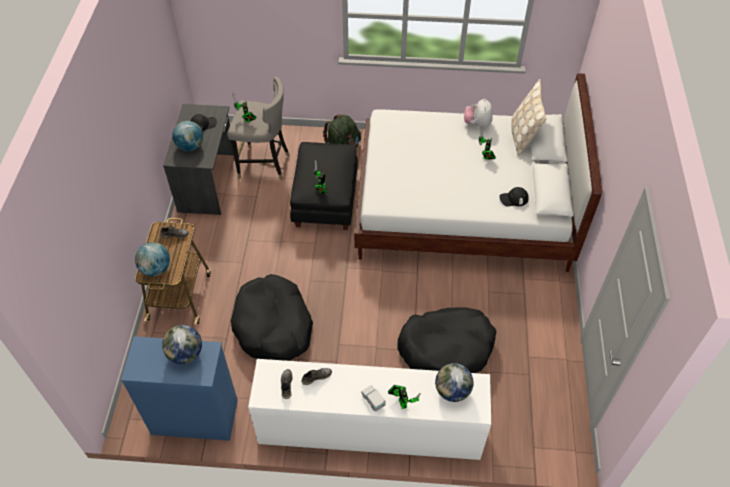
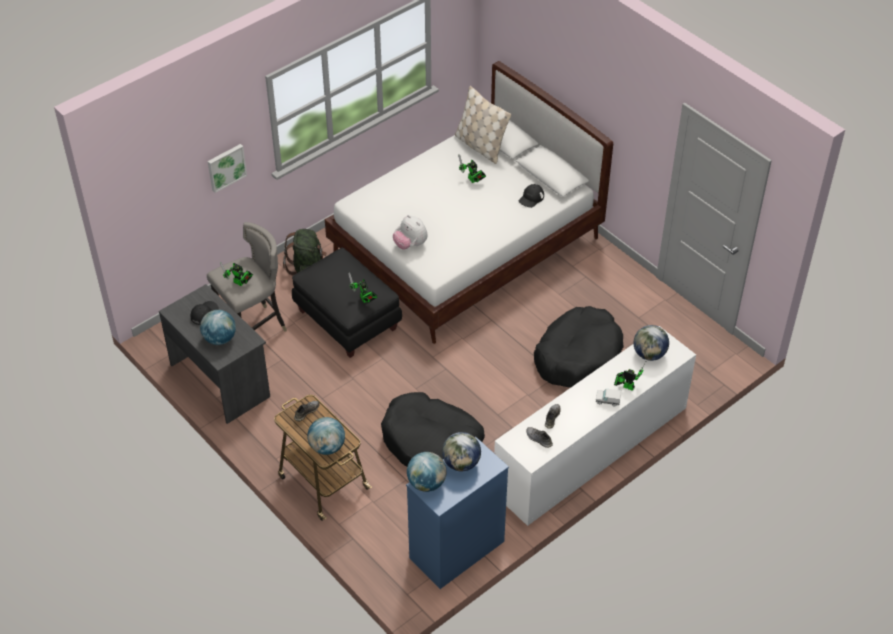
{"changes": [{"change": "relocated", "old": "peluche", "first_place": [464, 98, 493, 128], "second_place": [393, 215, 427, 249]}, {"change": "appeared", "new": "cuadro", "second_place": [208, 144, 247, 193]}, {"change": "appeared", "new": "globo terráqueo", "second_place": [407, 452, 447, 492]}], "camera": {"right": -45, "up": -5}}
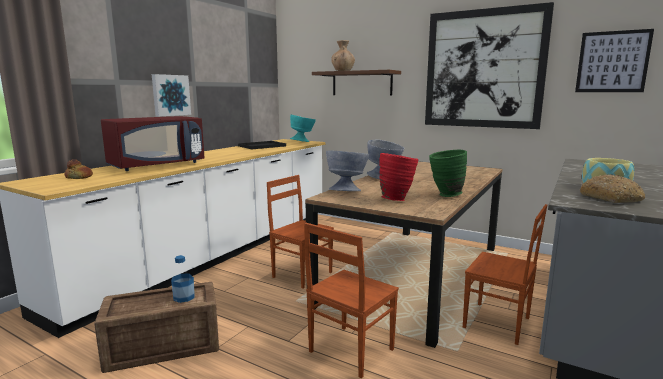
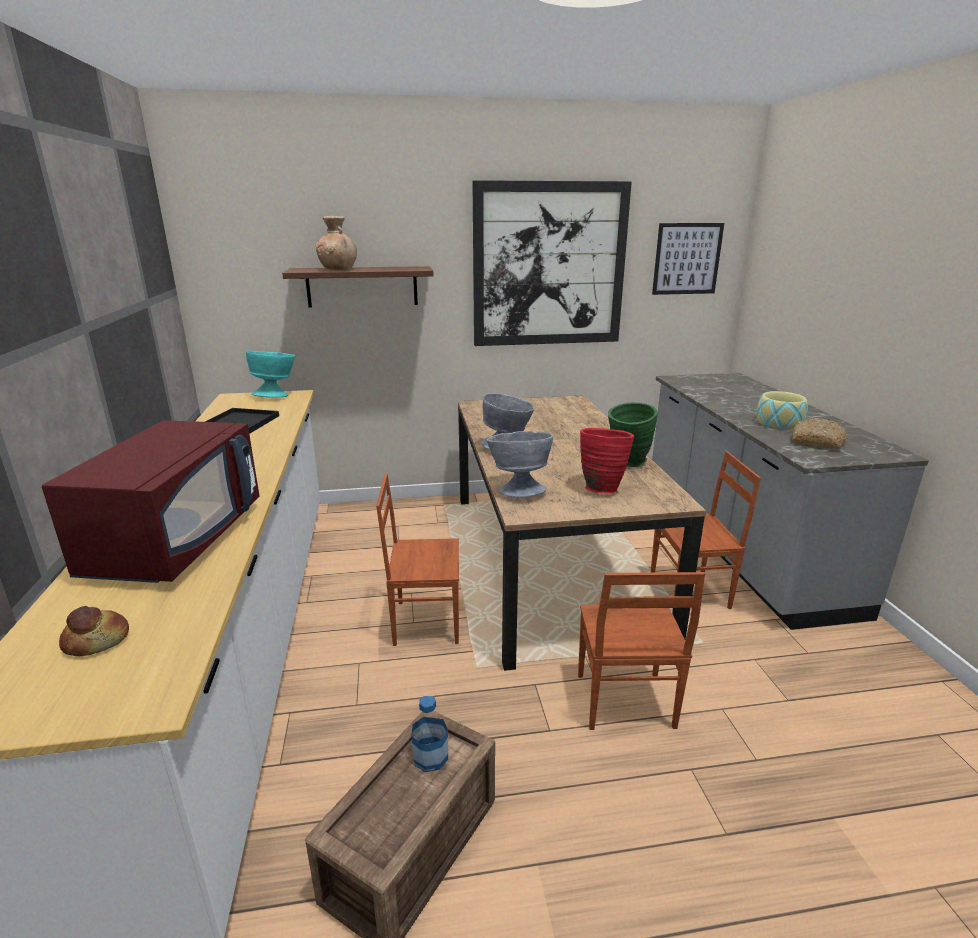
{"changes": [{"change": "missing", "old": "cuadro", "first_place": [152, 74, 191, 117]}], "camera": {"right": -40, "up": 10}}
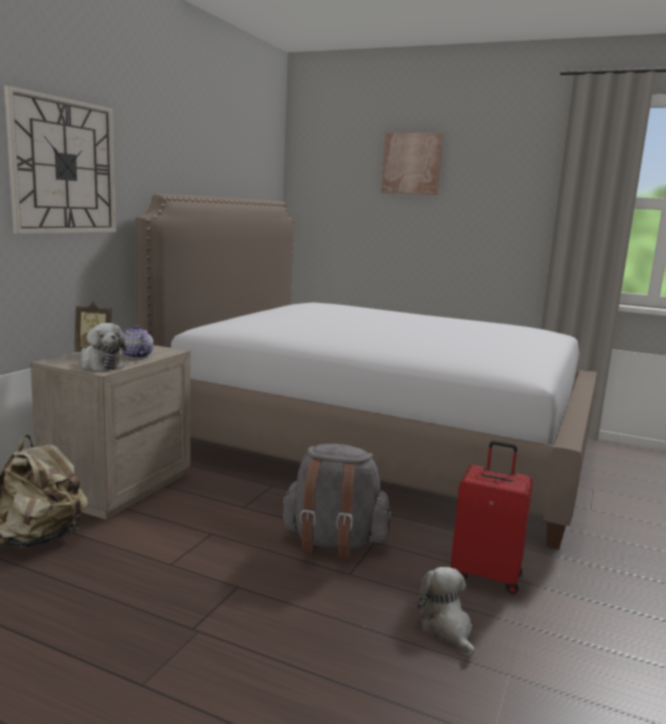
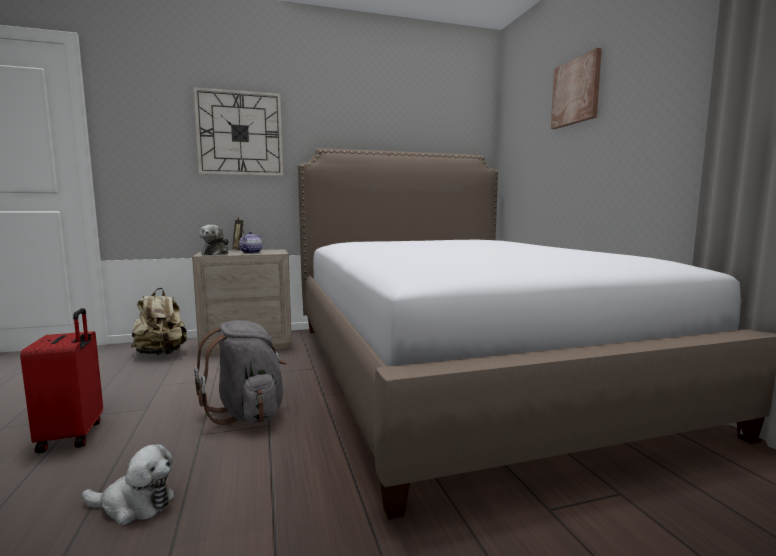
{"changes": [{"change": "relocated", "old": "maleta [rojo]", "first_place": [451, 441, 533, 594], "second_place": [20, 308, 103, 453]}, {"change": "spun", "old": "peluche", "first_place": [417, 567, 474, 657], "second_place": [82, 444, 175, 525], "degrees": 60}], "camera": {"right": 50, "up": -5}}
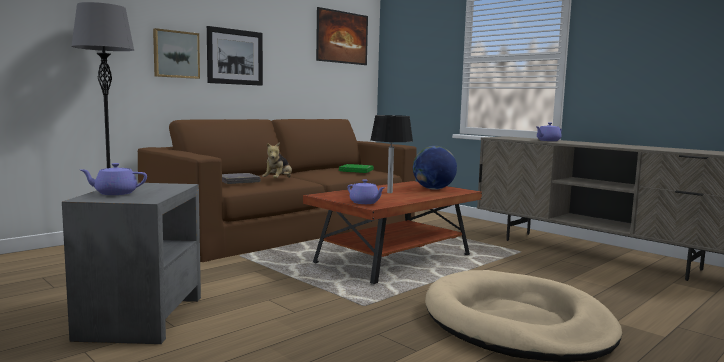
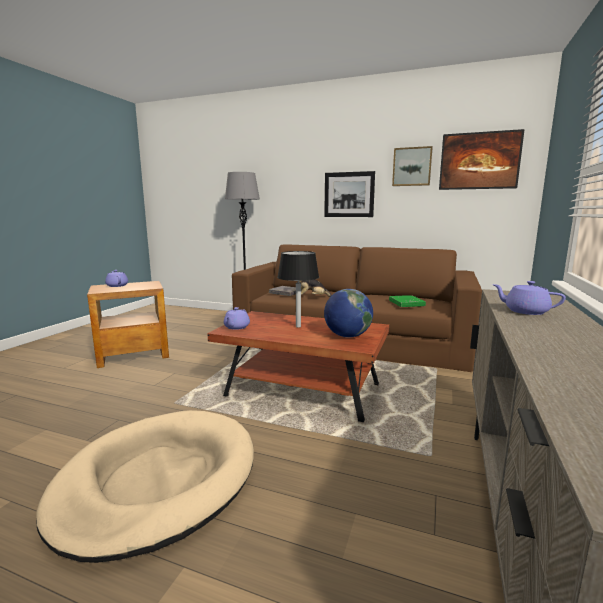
{"changes": [{"change": "relocated", "old": "cuadro", "first_place": [153, 28, 200, 79], "second_place": [392, 146, 433, 186]}, {"change": "colour", "old": "mesa auxiliar [gris]", "new": "mesa auxiliar [marrón]", "first_place": [62, 183, 201, 344], "second_place": [87, 281, 169, 368]}], "camera": {"right": 65, "up": 5}}
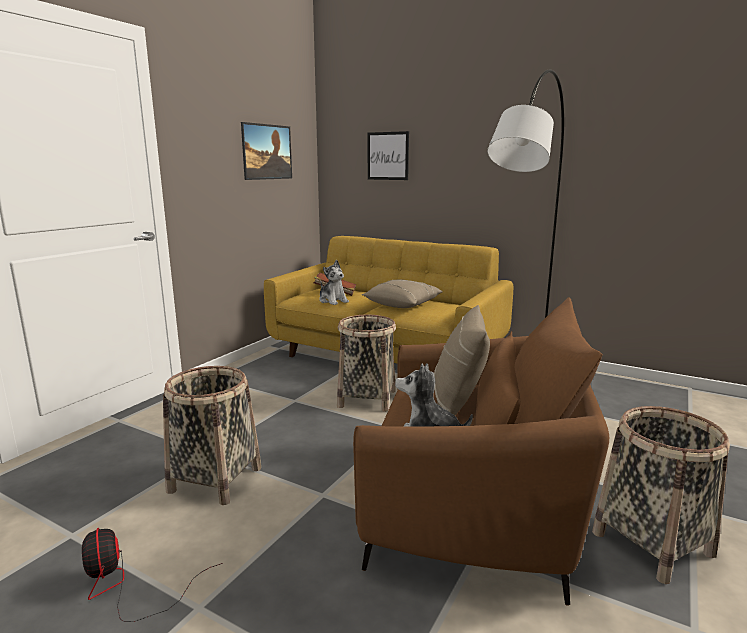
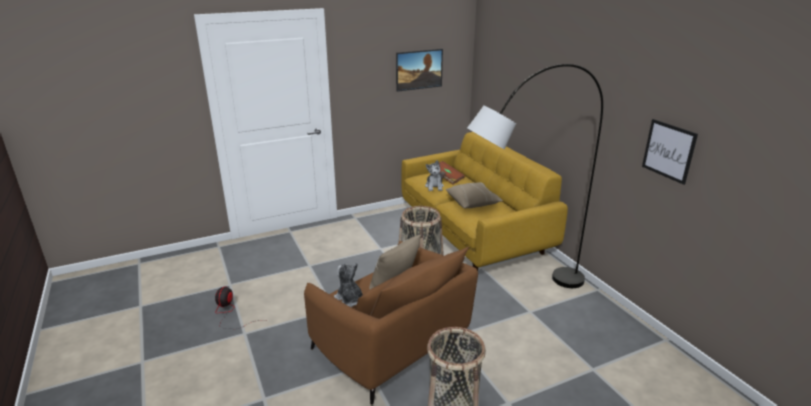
{"changes": [{"change": "relocated", "old": "cuadro", "first_place": [368, 131, 409, 180], "second_place": [642, 119, 698, 185]}, {"change": "missing", "old": "cesta", "first_place": [163, 366, 261, 505]}], "camera": {"right": 35, "up": 10}}
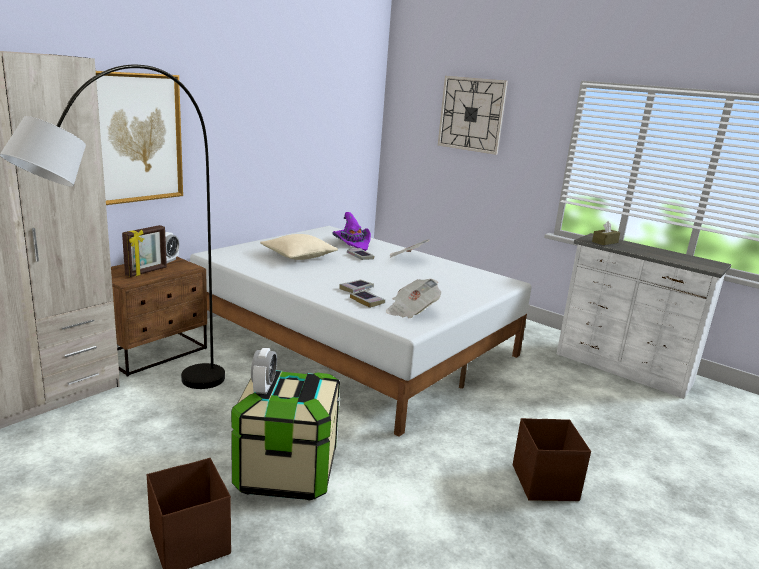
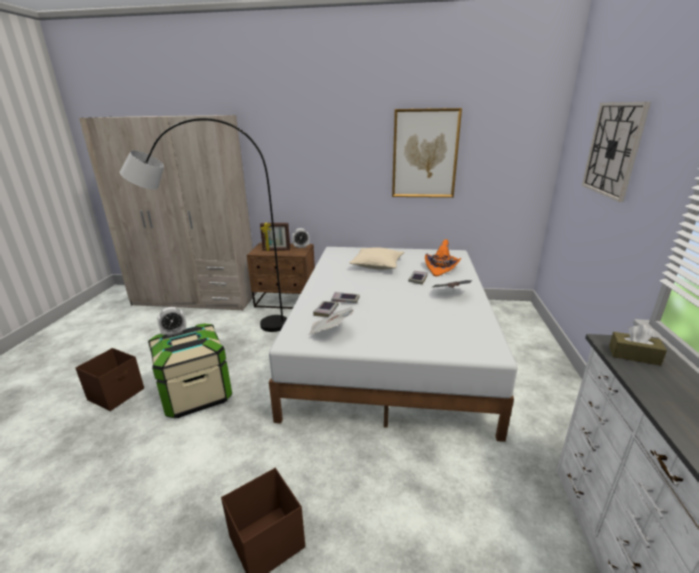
{"changes": [{"change": "relocated", "old": "cuadro", "first_place": [96, 71, 183, 205], "second_place": [392, 108, 462, 198]}, {"change": "colour", "old": "sombrero [morado]", "new": "sombrero [naranja]", "first_place": [333, 212, 371, 251], "second_place": [425, 239, 461, 276]}], "camera": {"right": 60, "up": 5}}
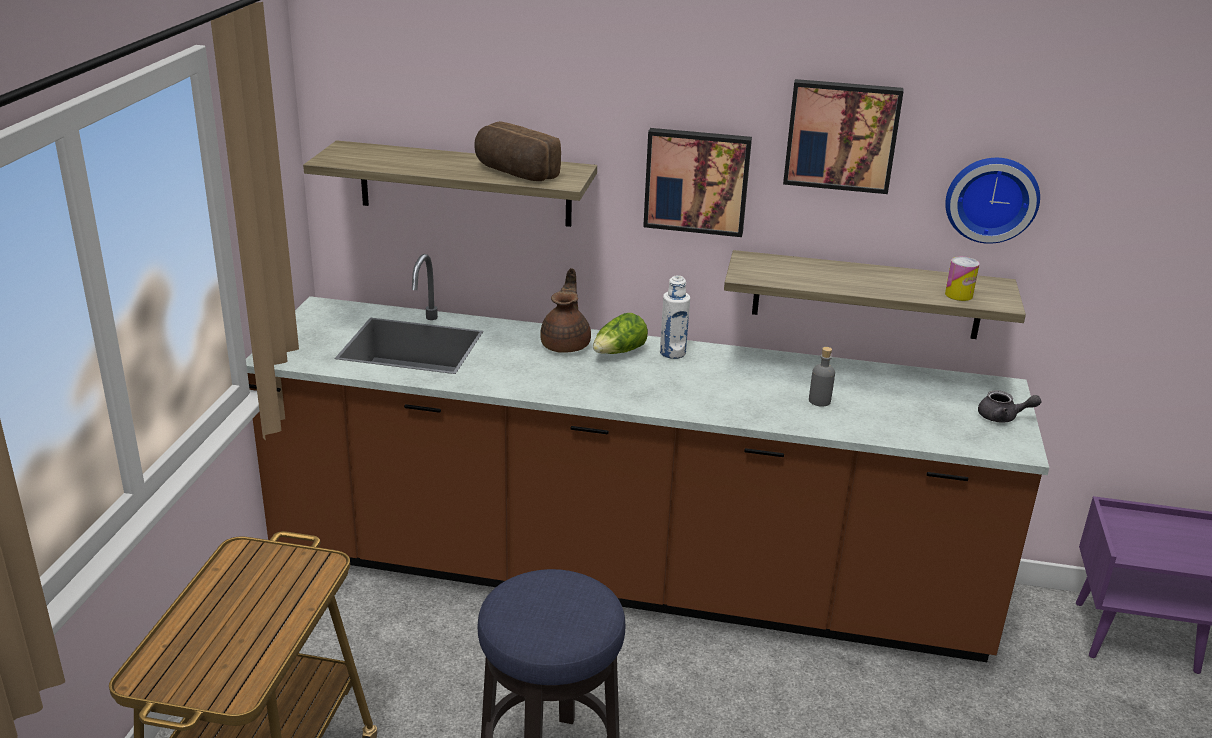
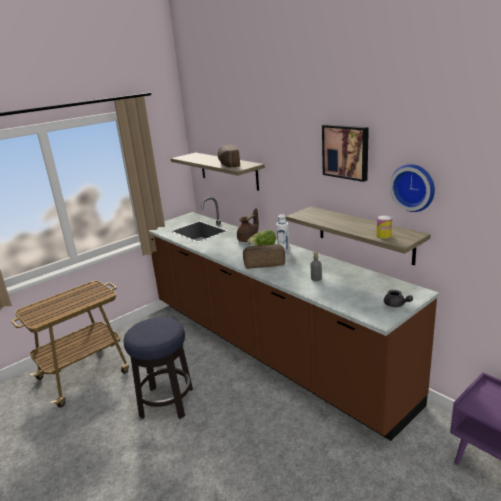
{"changes": [{"change": "missing", "old": "cuadro", "first_place": [643, 128, 752, 237]}, {"change": "appeared", "new": "pan", "second_place": [243, 244, 285, 269]}], "camera": {"right": 40, "up": -5}}
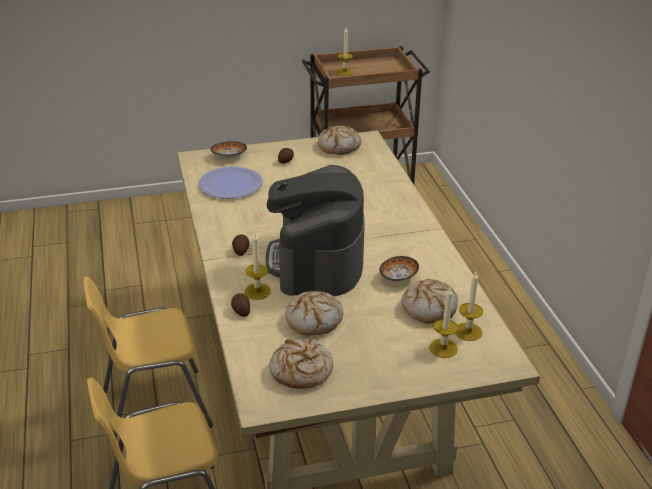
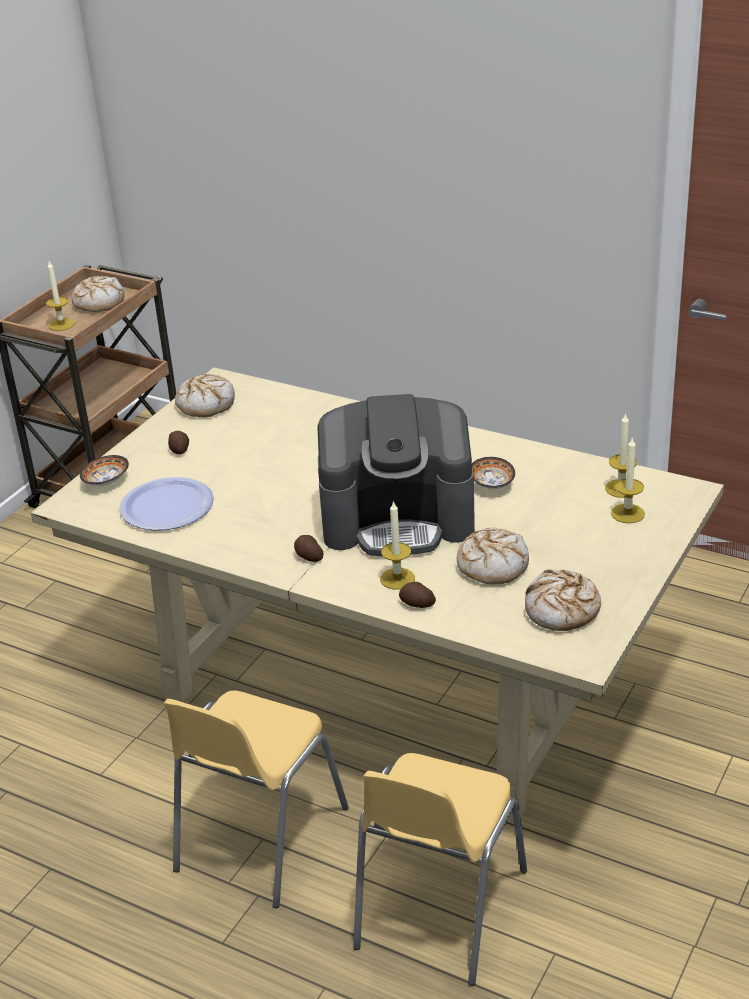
{"changes": [{"change": "spun", "old": "cafetera", "first_place": [266, 165, 365, 296], "second_place": [317, 394, 475, 556], "degrees": -45}, {"change": "relocated", "old": "pan", "first_place": [401, 279, 458, 324], "second_place": [71, 276, 124, 312]}], "camera": {"right": -45, "up": 0}}
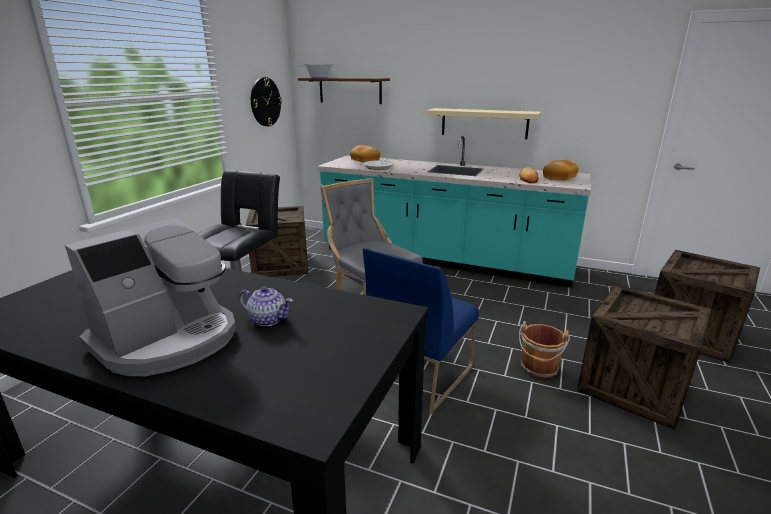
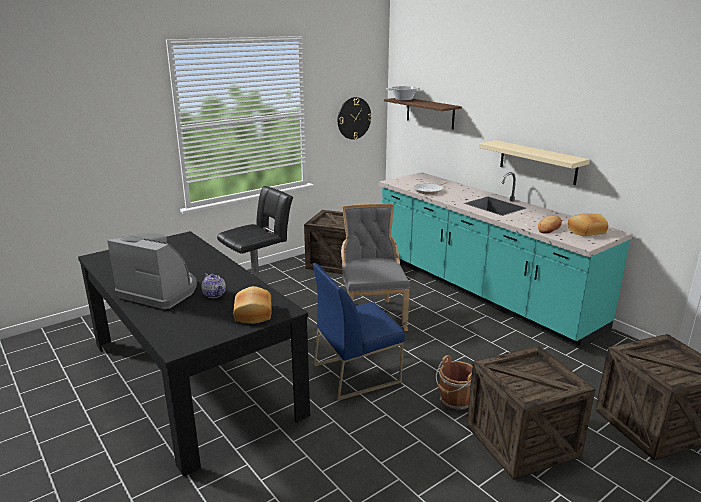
{"changes": [{"change": "relocated", "old": "pan", "first_place": [350, 145, 380, 162], "second_place": [233, 286, 271, 324]}, {"change": "spun", "old": "cafetera", "first_place": [65, 218, 236, 376], "second_place": [107, 233, 197, 309], "degrees": -135}], "camera": {"right": 30, "up": 0}}
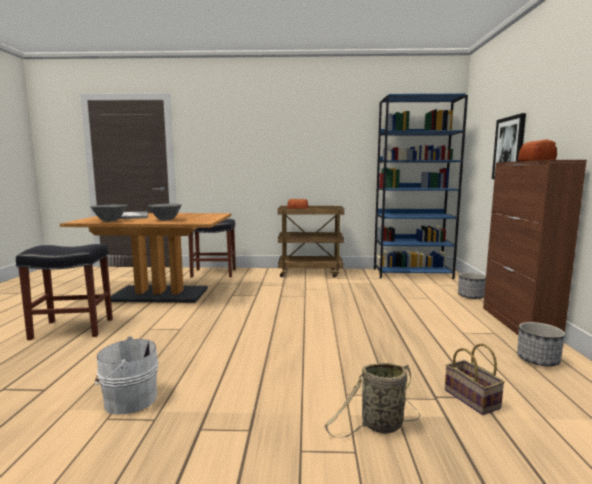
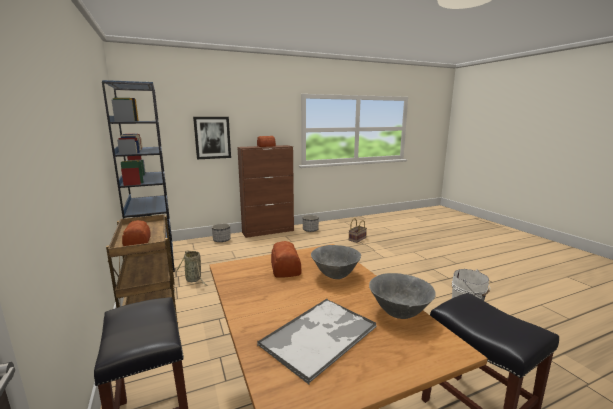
{"changes": [{"change": "relocated", "old": "cesta", "first_place": [324, 363, 420, 438], "second_place": [175, 251, 207, 285]}, {"change": "appeared", "new": "pan", "second_place": [271, 241, 301, 278]}], "camera": {"right": -115, "up": 5}}
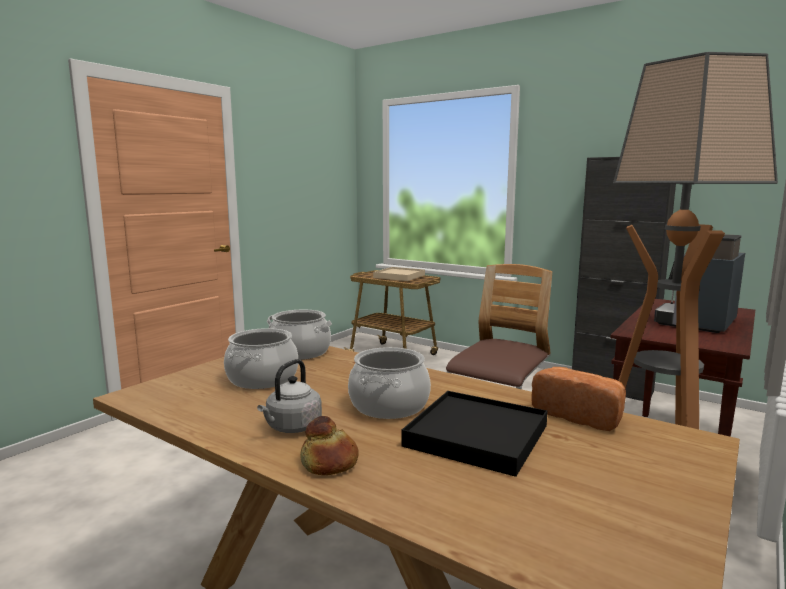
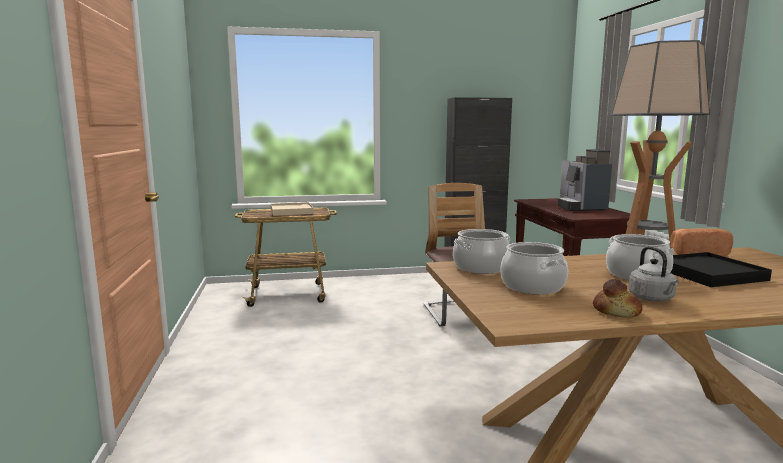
{"changes": [{"change": "relocated", "old": "pan", "first_place": [300, 416, 359, 475], "second_place": [593, 279, 643, 318]}], "camera": {"right": -45, "up": 0}}
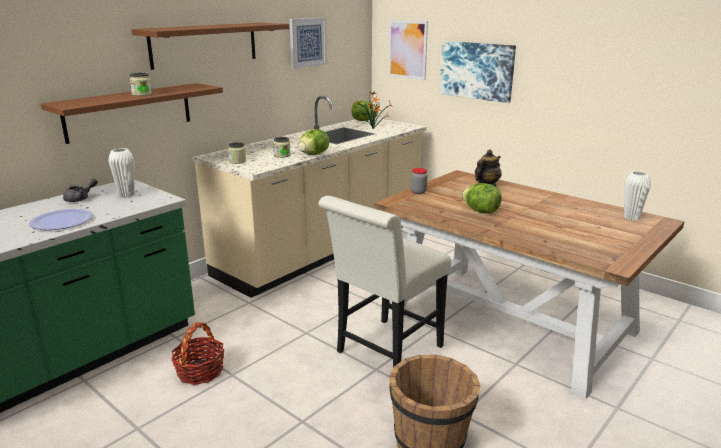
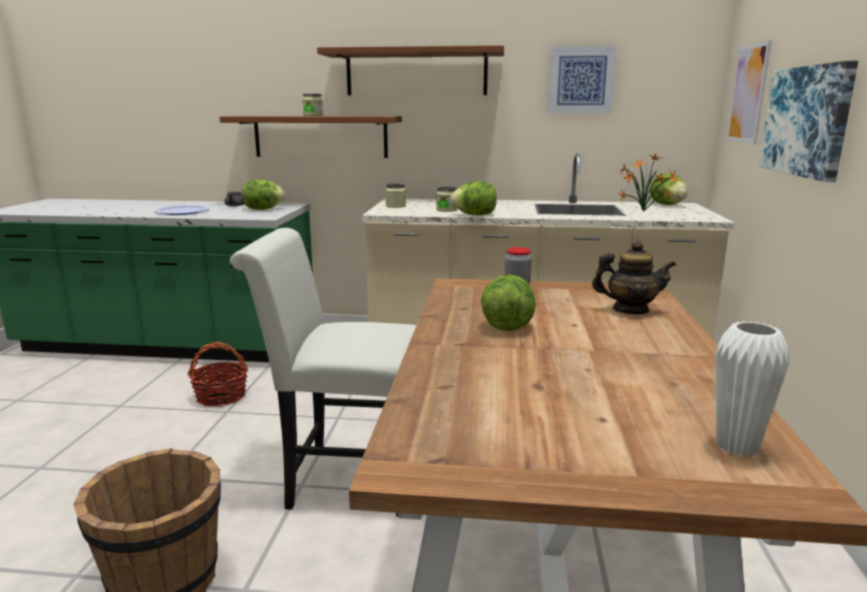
{"changes": [{"change": "exchanged", "old": "florero [blanco]", "new": "lechuga", "first_place": [108, 148, 134, 198], "second_place": [242, 179, 285, 210]}], "camera": {"right": 55, "up": -5}}
